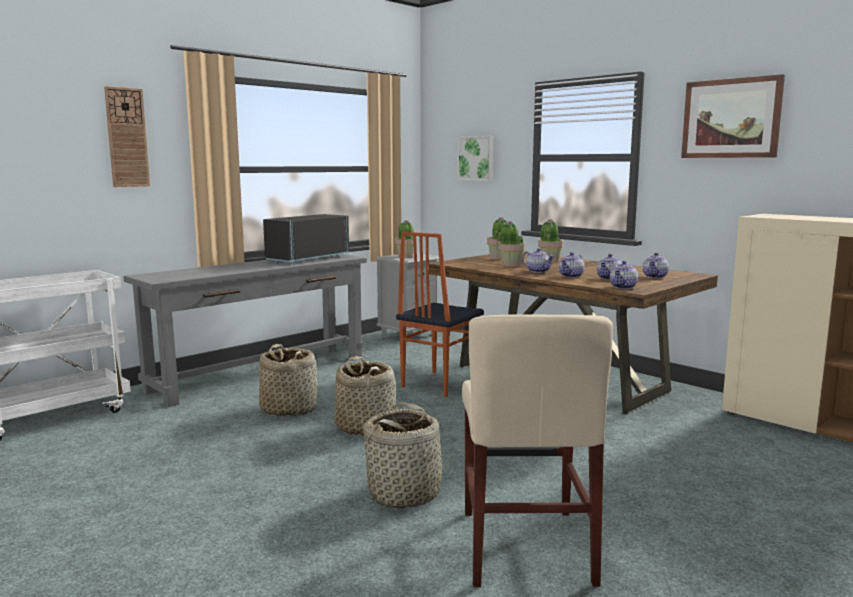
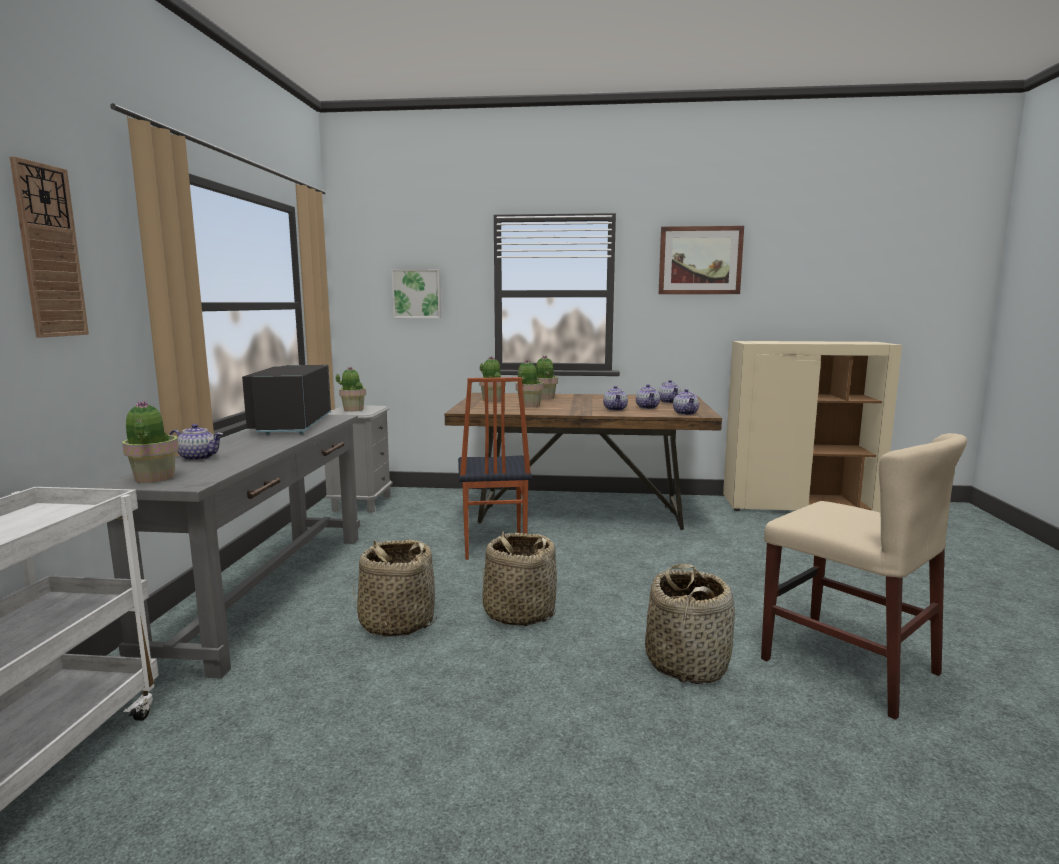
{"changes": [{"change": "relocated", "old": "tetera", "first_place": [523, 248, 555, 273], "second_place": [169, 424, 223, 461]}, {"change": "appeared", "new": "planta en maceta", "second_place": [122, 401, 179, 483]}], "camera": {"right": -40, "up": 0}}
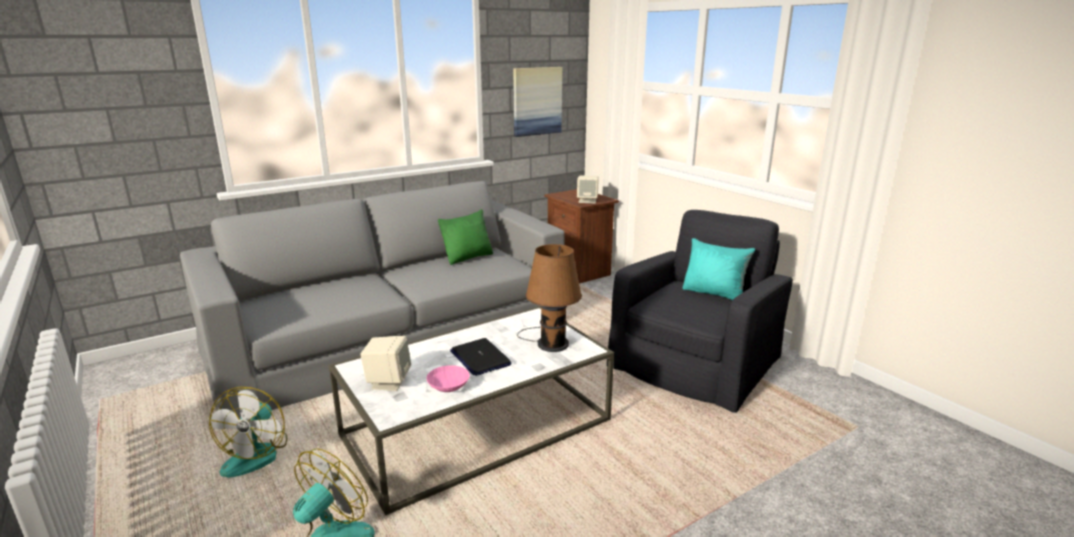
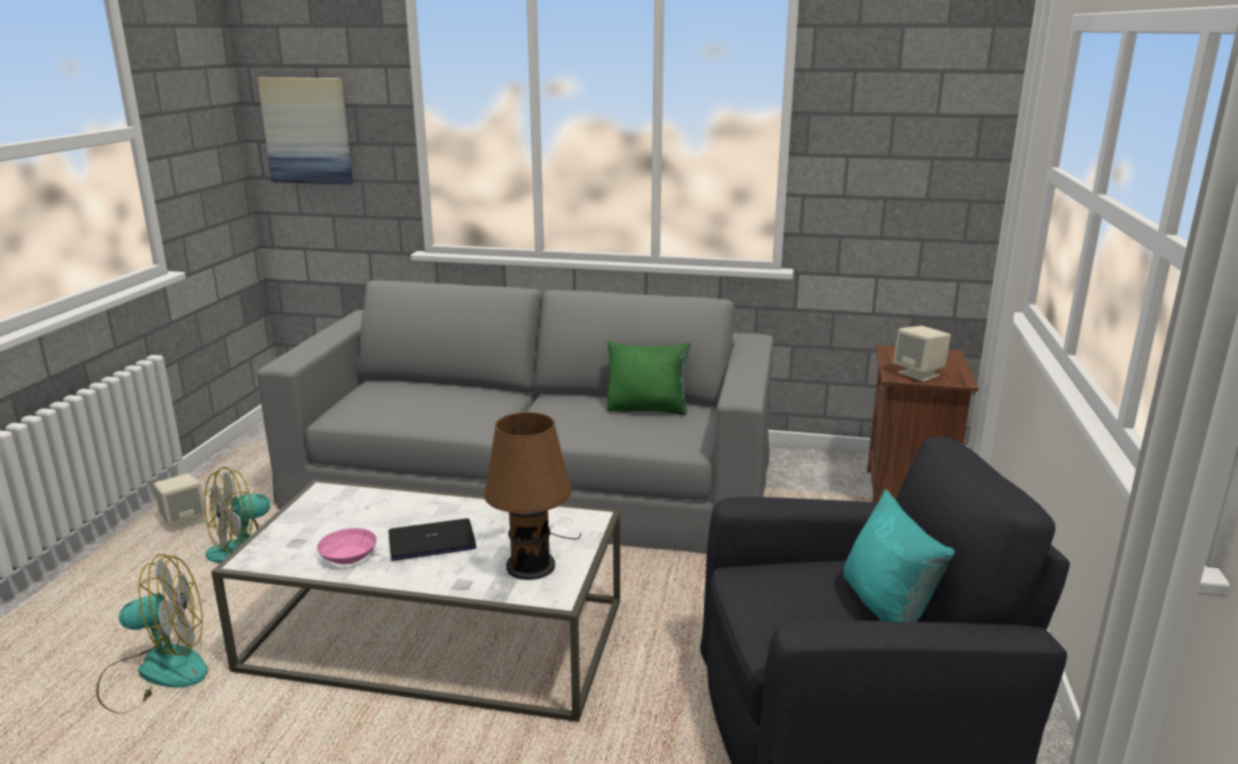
{"changes": [{"change": "relocated", "old": "cuadro", "first_place": [513, 67, 562, 137], "second_place": [258, 77, 353, 185]}, {"change": "relocated", "old": "altavoz [beis]", "first_place": [360, 336, 411, 391], "second_place": [153, 474, 205, 531]}, {"change": "spun", "old": "portátil", "first_place": [450, 338, 512, 376], "second_place": [389, 518, 476, 561], "degrees": 60}], "camera": {"right": 45, "up": 0}}
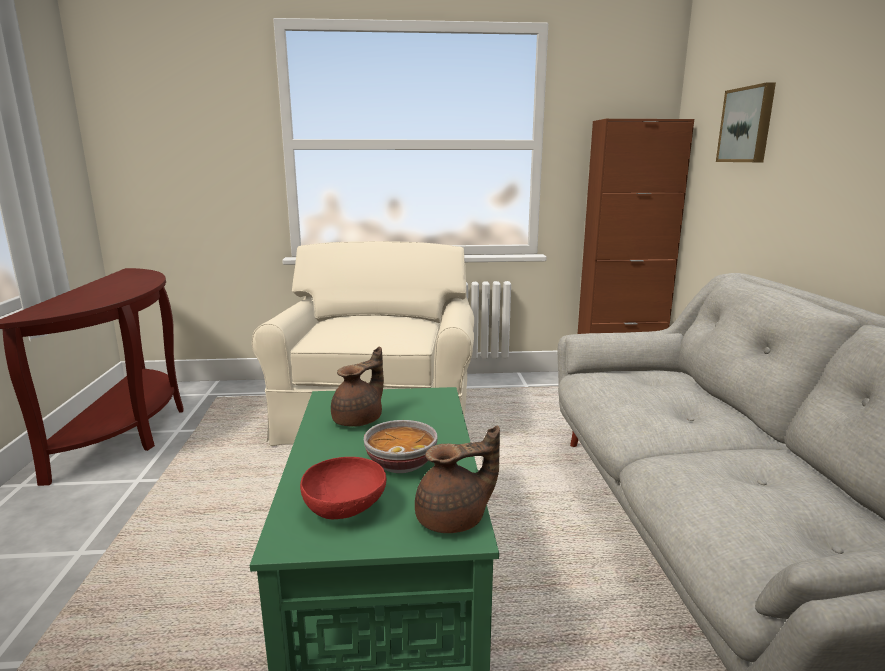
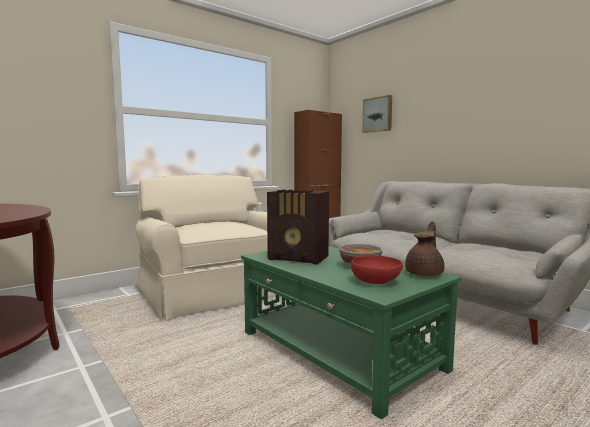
{"changes": [{"change": "exchanged", "old": "tetera [marrón]", "new": "radio", "first_place": [331, 347, 384, 427], "second_place": [267, 189, 329, 265]}], "camera": {"right": -35, "up": -10}}
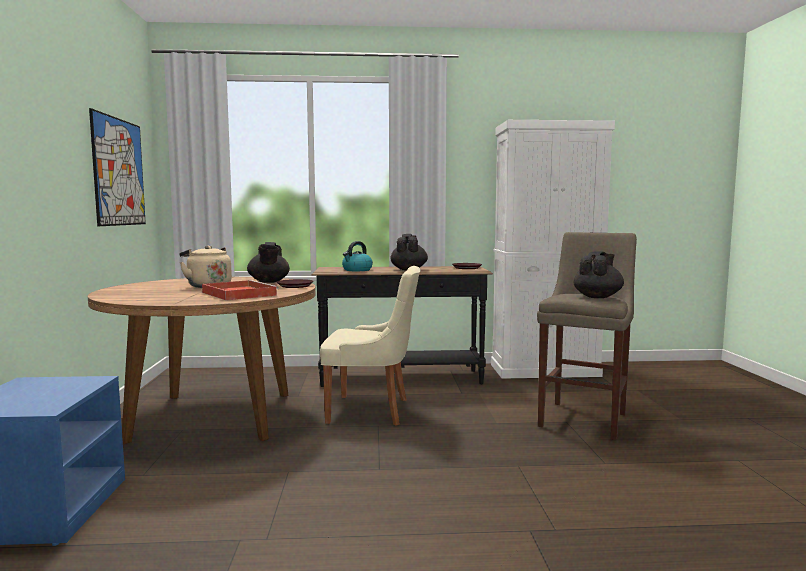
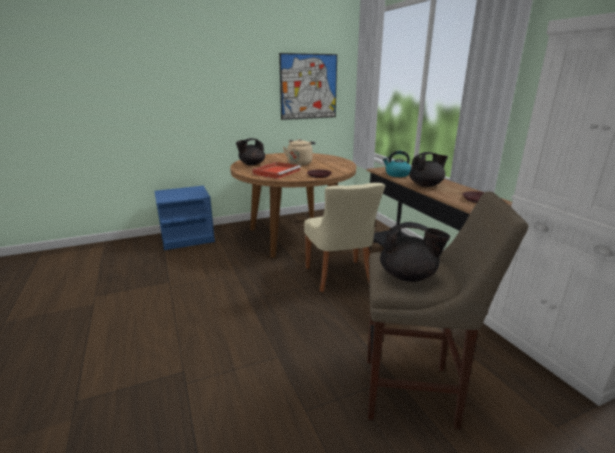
{"changes": [{"change": "relocated", "old": "tetera [negro]", "first_place": [247, 242, 290, 283], "second_place": [236, 138, 265, 166]}], "camera": {"right": 70, "up": 15}}
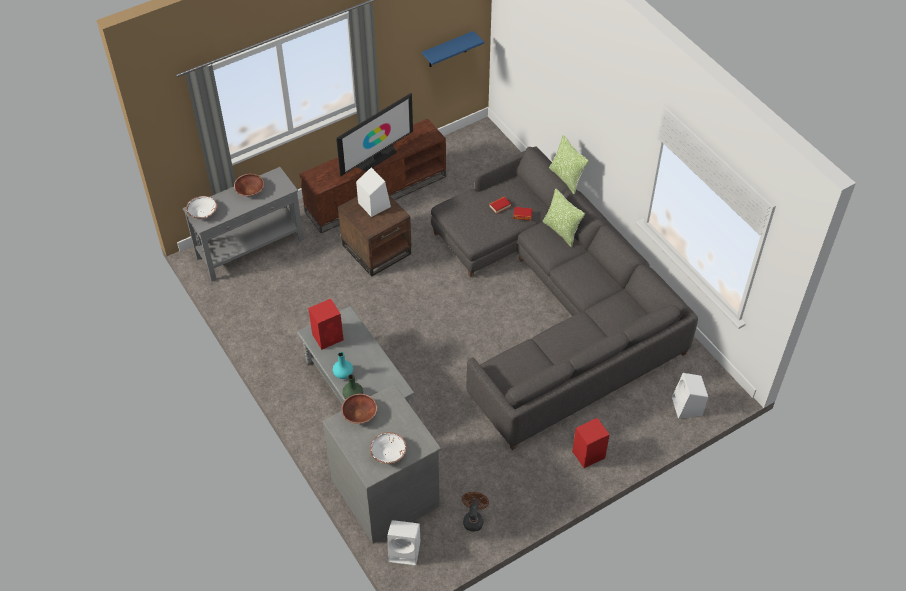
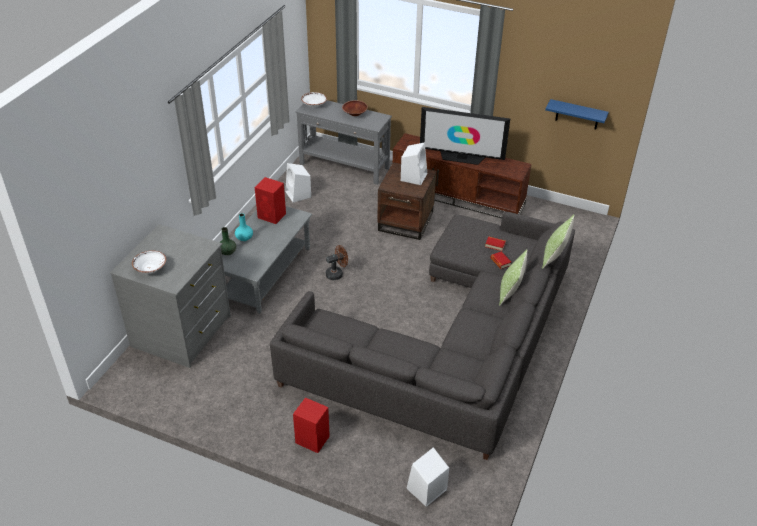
{"changes": [{"change": "missing", "old": "cuenco [marrón]", "first_place": [341, 394, 377, 424]}, {"change": "relocated", "old": "ventilador [marrón]", "first_place": [462, 492, 489, 532], "second_place": [326, 245, 348, 280]}, {"change": "relocated", "old": "altavoz [blanco]", "first_place": [387, 520, 420, 566], "second_place": [285, 163, 311, 203]}], "camera": {"right": 55, "up": -10}}
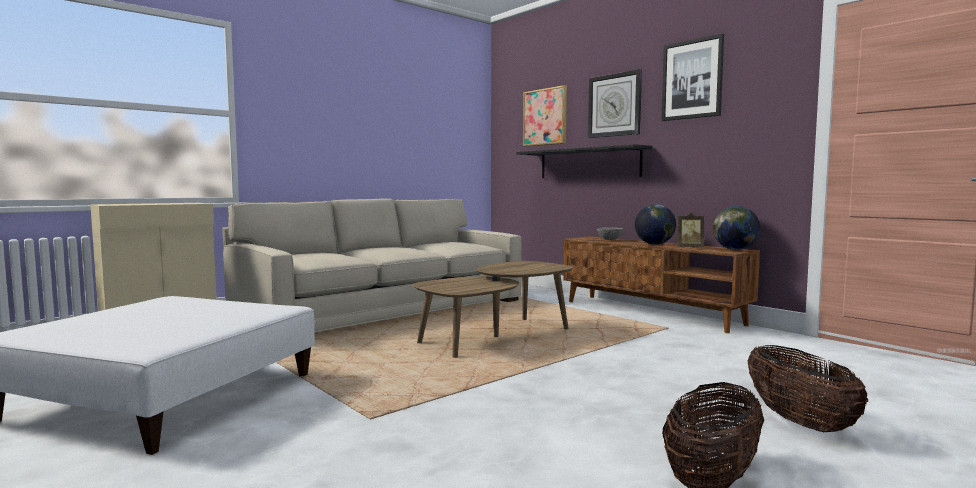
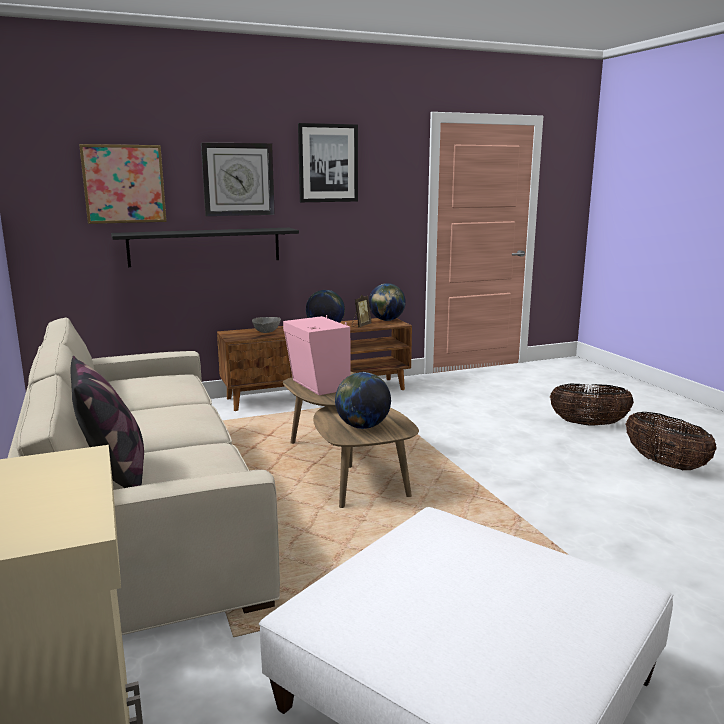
{"changes": [{"change": "appeared", "new": "altavoz [rosa]", "second_place": [283, 315, 351, 395]}, {"change": "appeared", "new": "cojín", "second_place": [70, 356, 144, 488]}, {"change": "appeared", "new": "globo terráqueo", "second_place": [335, 372, 391, 429]}], "camera": {"right": -70, "up": 10}}
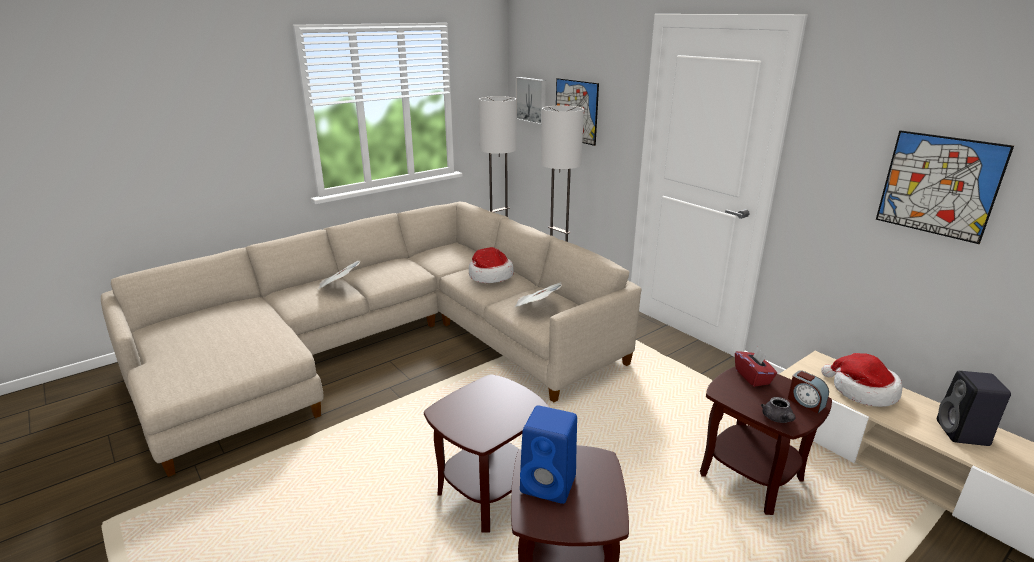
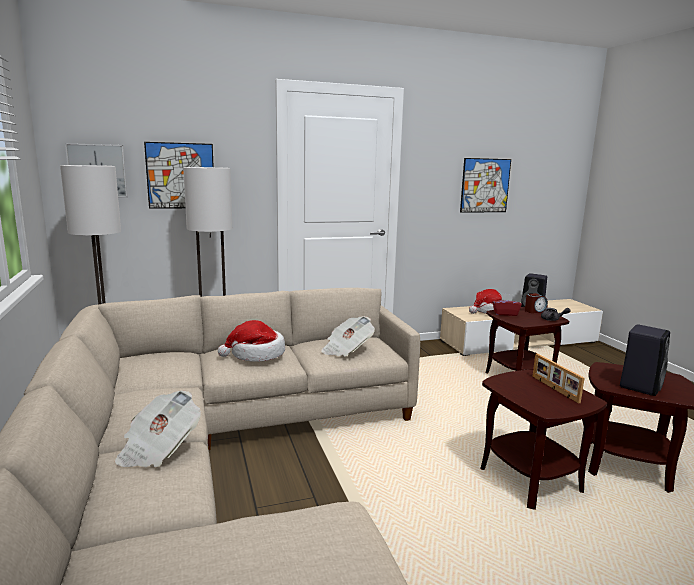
{"changes": [{"change": "colour", "old": "altavoz [azul]", "new": "altavoz [negro]", "first_place": [520, 405, 577, 504], "second_place": [620, 324, 670, 396]}, {"change": "appeared", "new": "portarretratos", "second_place": [532, 353, 584, 404]}], "camera": {"right": -70, "up": -10}}
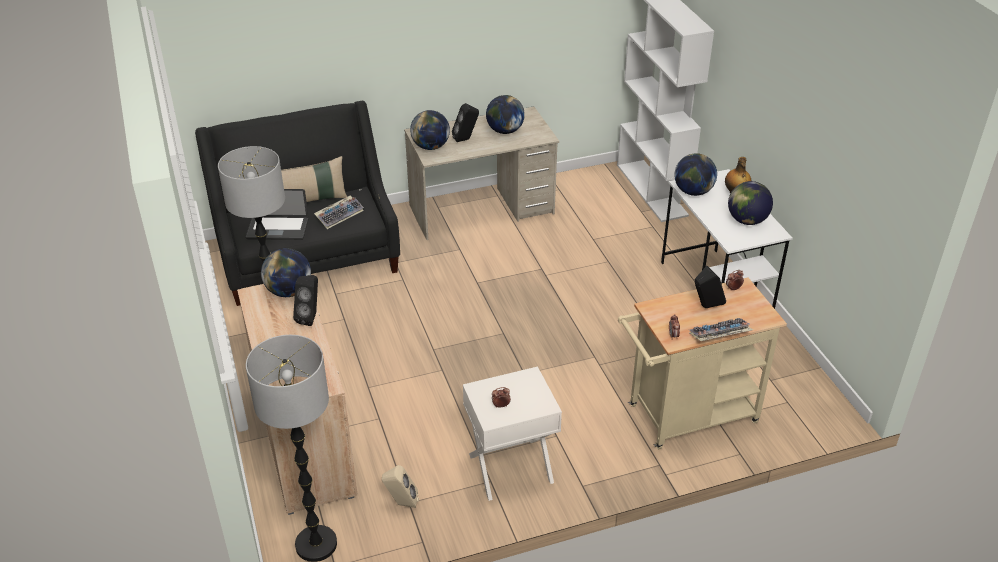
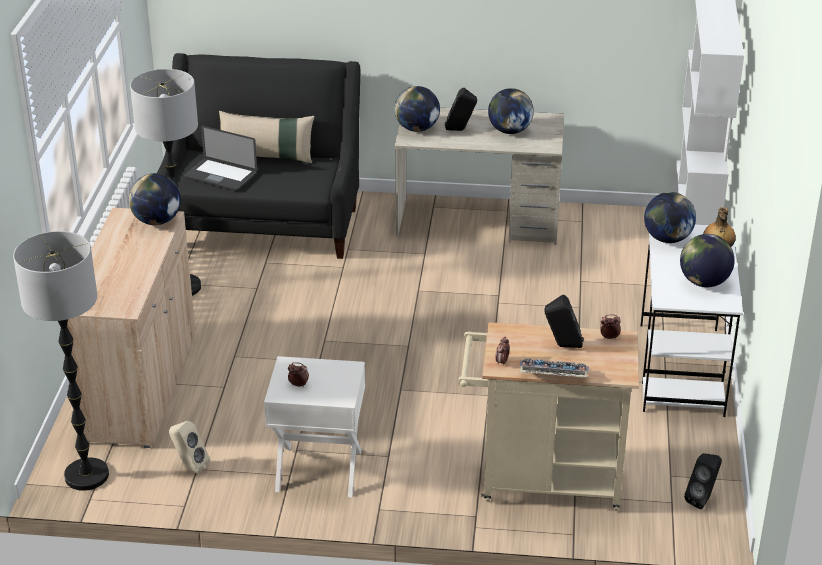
{"changes": [{"change": "missing", "old": "teclado", "first_place": [314, 195, 364, 229]}, {"change": "relocated", "old": "altavoz [negro]", "first_place": [293, 275, 318, 326], "second_place": [684, 453, 722, 509]}], "camera": {"right": 25, "up": -5}}
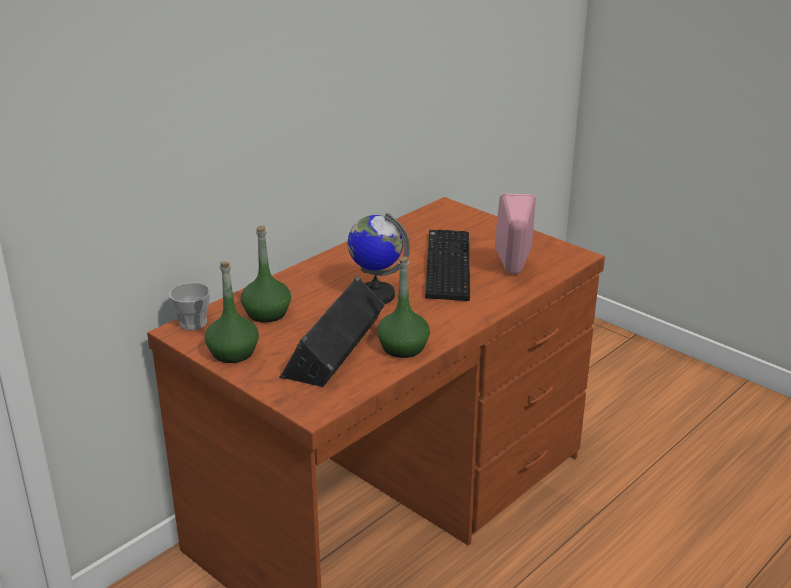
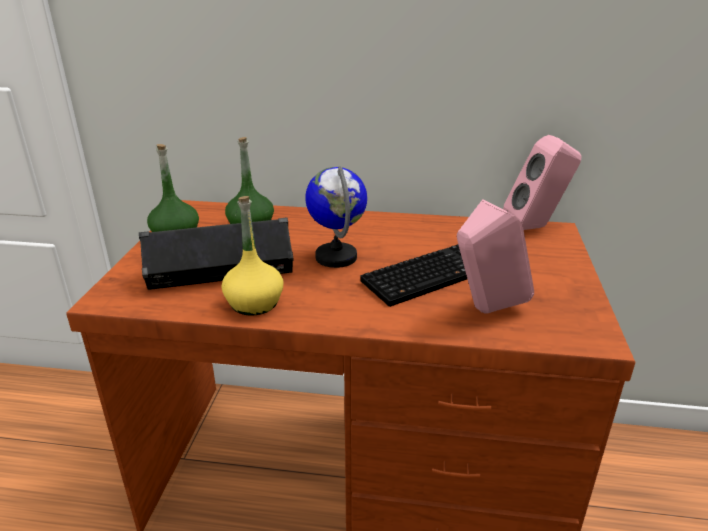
{"changes": [{"change": "colour", "old": "botella [verde]", "new": "botella [amarillo]", "first_place": [377, 257, 430, 358], "second_place": [222, 196, 283, 316]}, {"change": "missing", "old": "taza", "first_place": [169, 282, 210, 330]}, {"change": "appeared", "new": "altavoz [rosa]", "second_place": [503, 135, 582, 230]}], "camera": {"right": 55, "up": 0}}
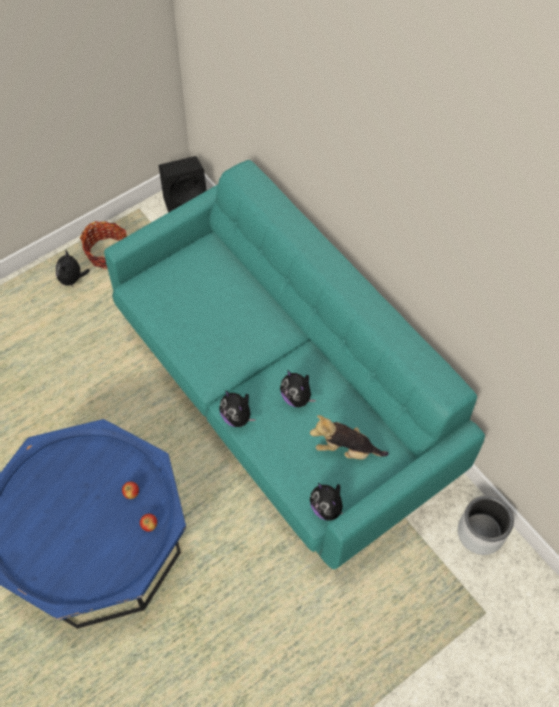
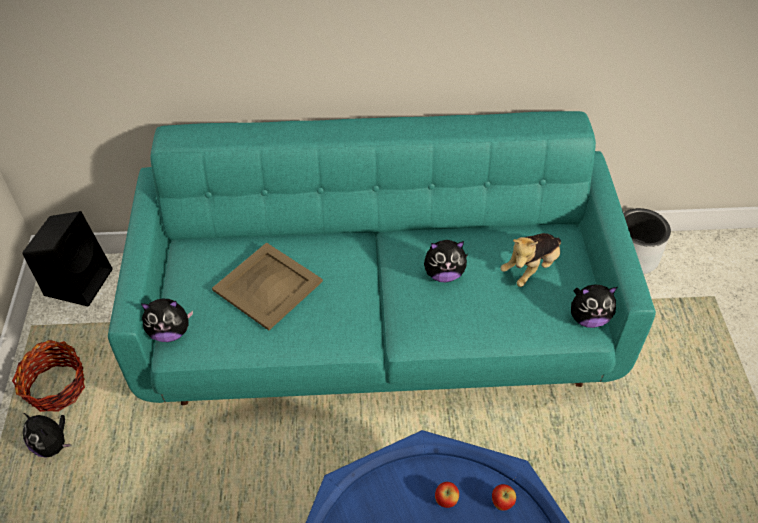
{"changes": [{"change": "relocated", "old": "peluche", "first_place": [219, 390, 256, 427], "second_place": [141, 299, 193, 342]}, {"change": "appeared", "new": "bandeja [beis]", "second_place": [212, 242, 323, 330]}], "camera": {"right": -55, "up": -10}}
